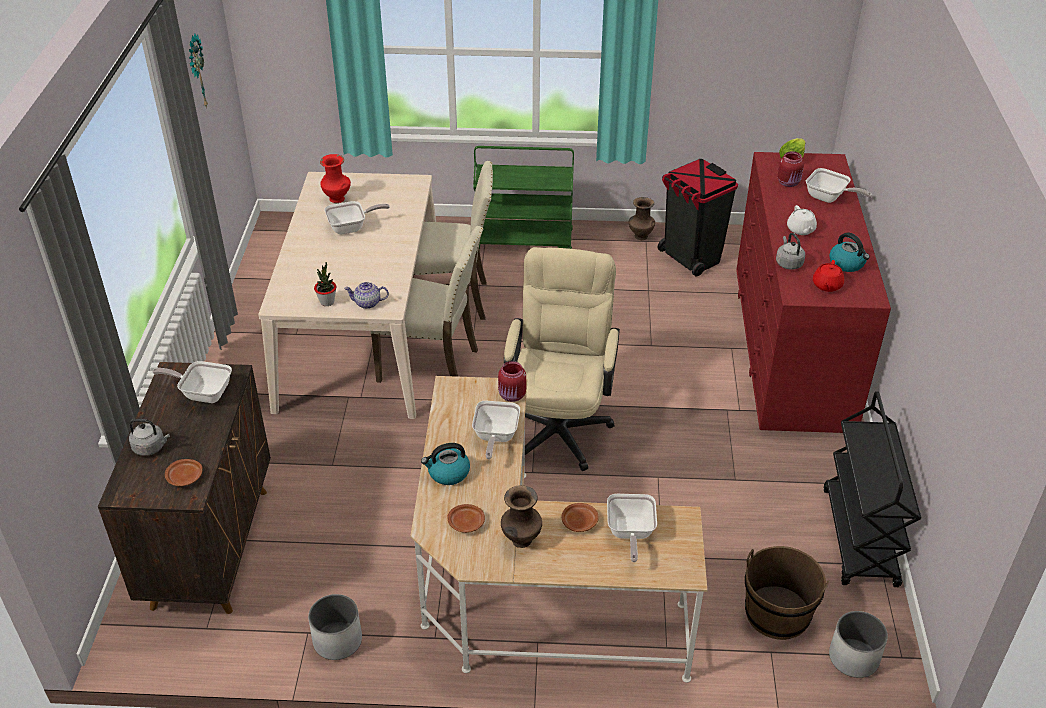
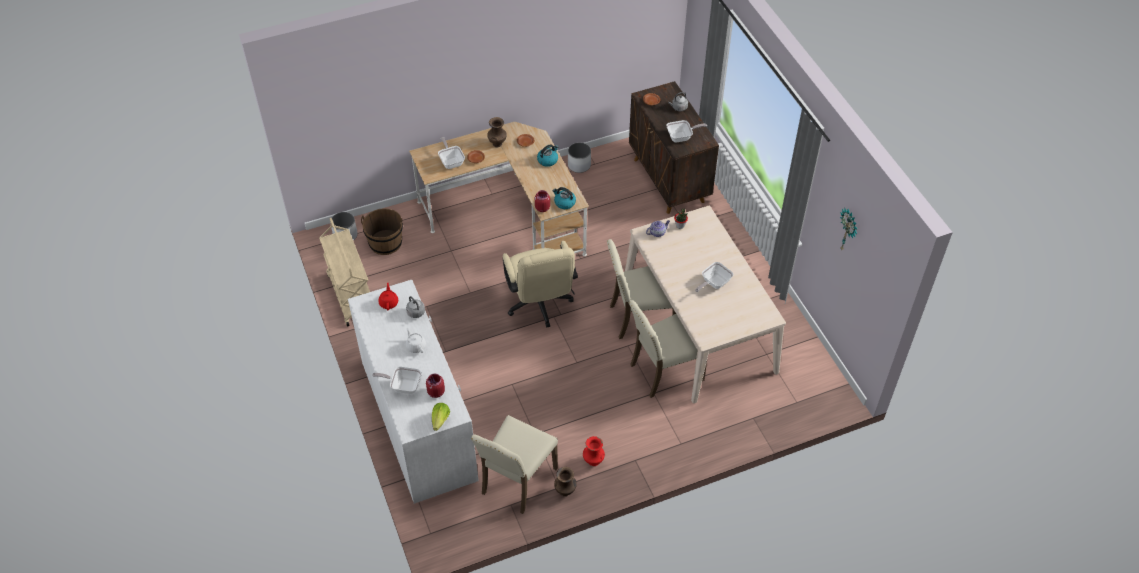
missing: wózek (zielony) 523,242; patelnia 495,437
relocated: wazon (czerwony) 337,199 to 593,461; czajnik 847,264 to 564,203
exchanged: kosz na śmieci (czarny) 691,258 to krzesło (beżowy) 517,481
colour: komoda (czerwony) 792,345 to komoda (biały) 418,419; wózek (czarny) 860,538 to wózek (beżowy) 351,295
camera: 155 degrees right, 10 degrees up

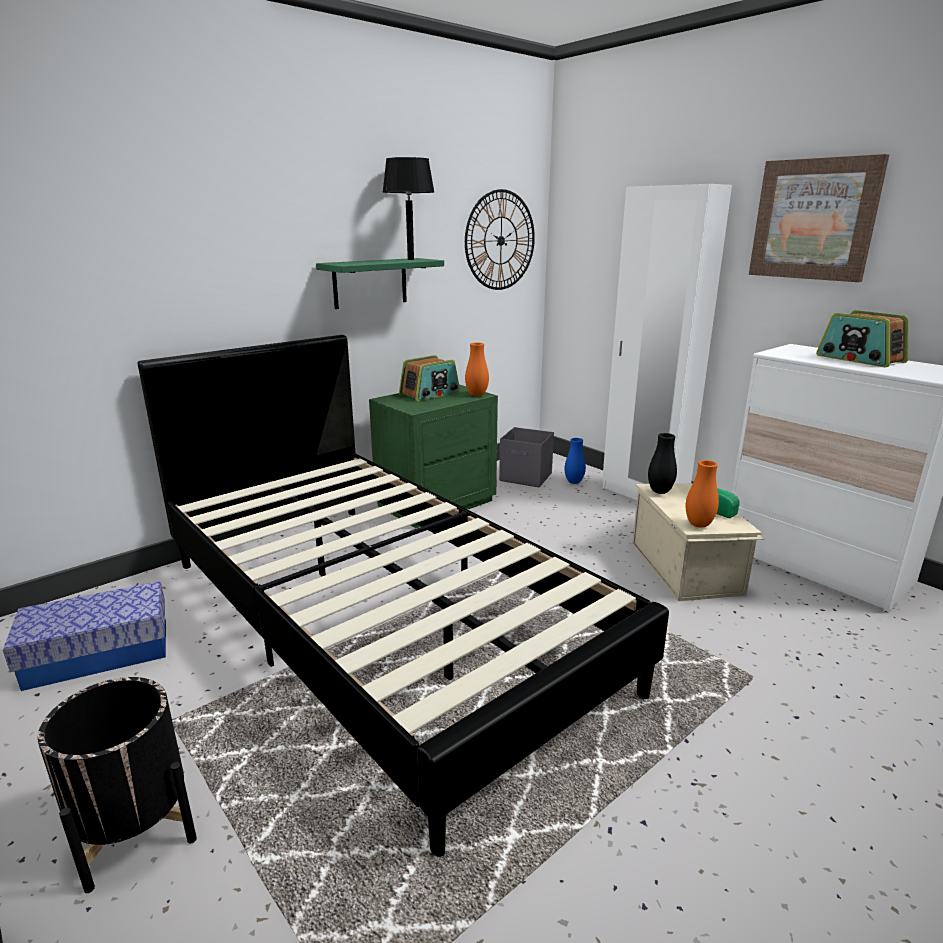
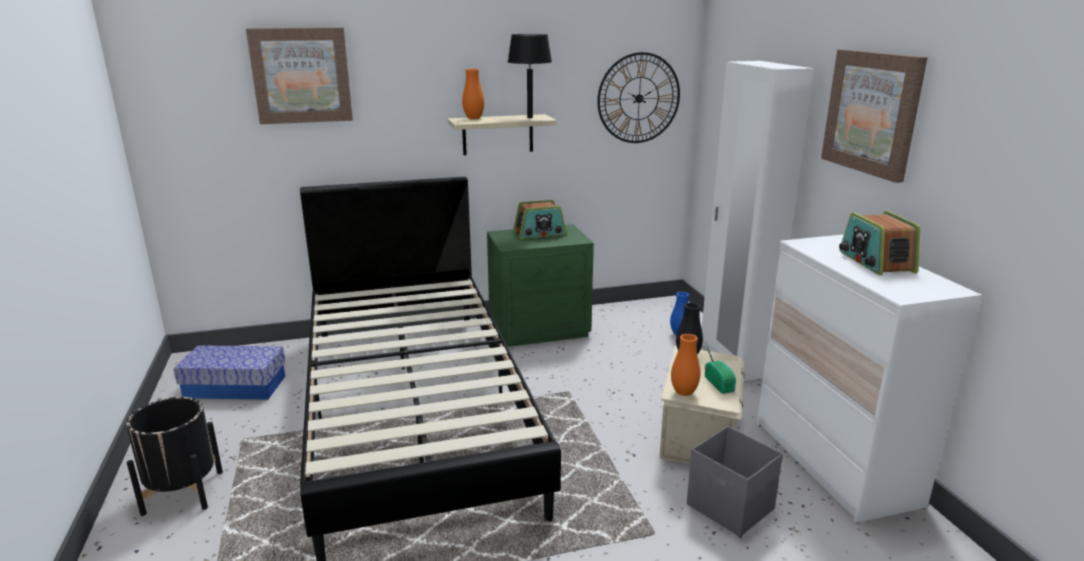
appeared: obraz 301,75
relocated: wazon (pomarańczowy) 476,395 to 473,118; pojemnik do przechowywania (szary) 526,477 to 730,508
colour: półka (zielony) 370,283 to półka (beżowy) 497,134
camera: 25 degrees right, 0 degrees up

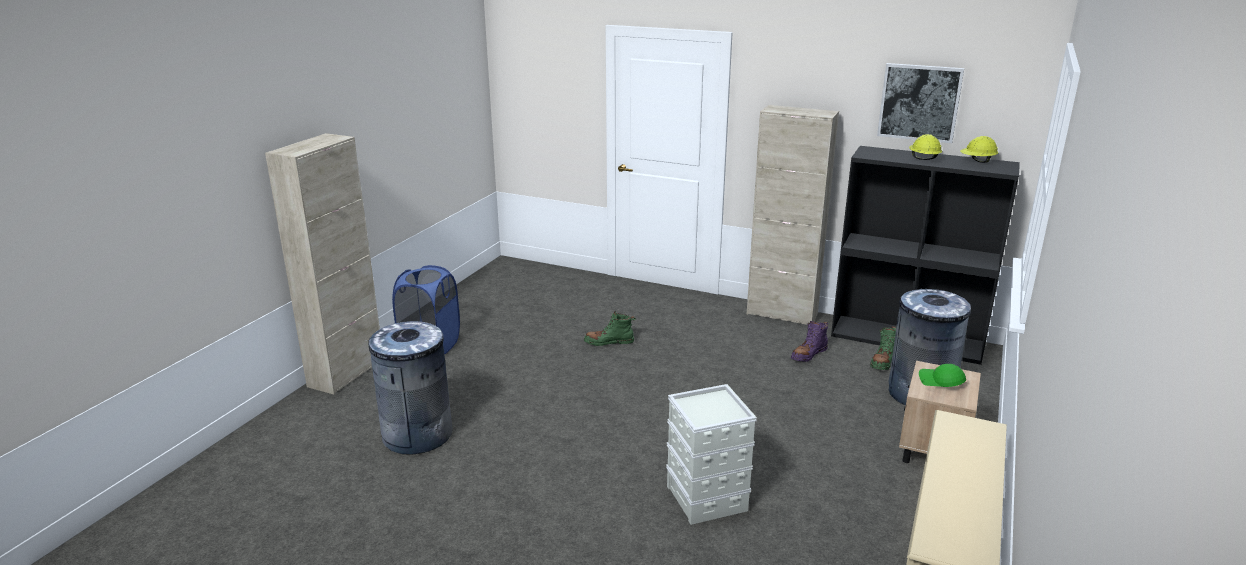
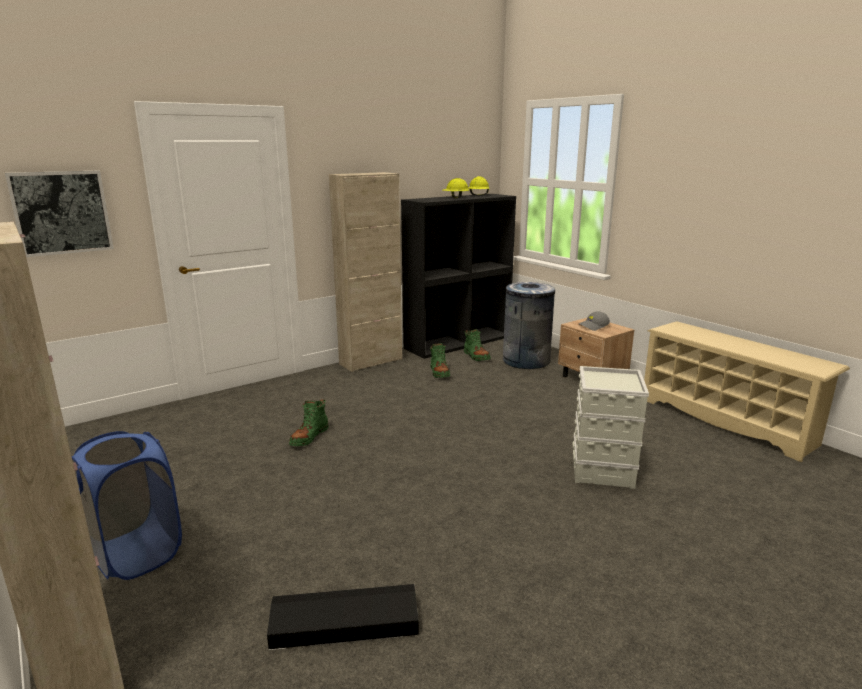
relocated: obraz 919,102 to 61,212
exchanged: kosz na śmieci (szary) 417,435 to pojemnik do przechowywania (czarny) 344,623
colour: but z cholewką (fioletowy) 808,354 to but z cholewką (zielony) 439,372; czapka z daszkiem (zielony) 940,382 to czapka z daszkiem (szary) 593,326
camera: 60 degrees left, 5 degrees down

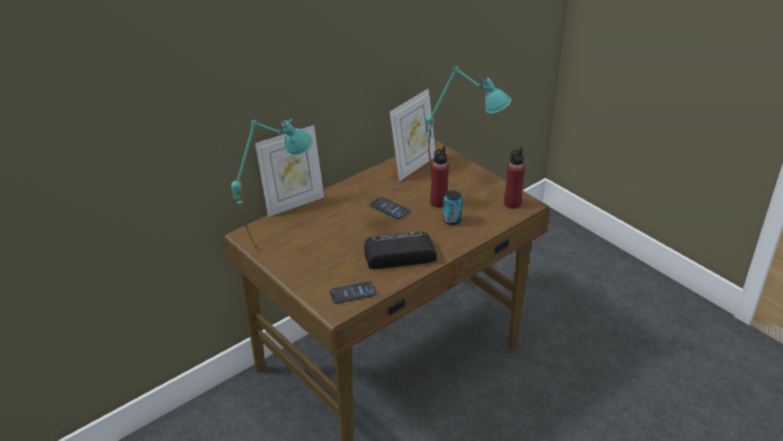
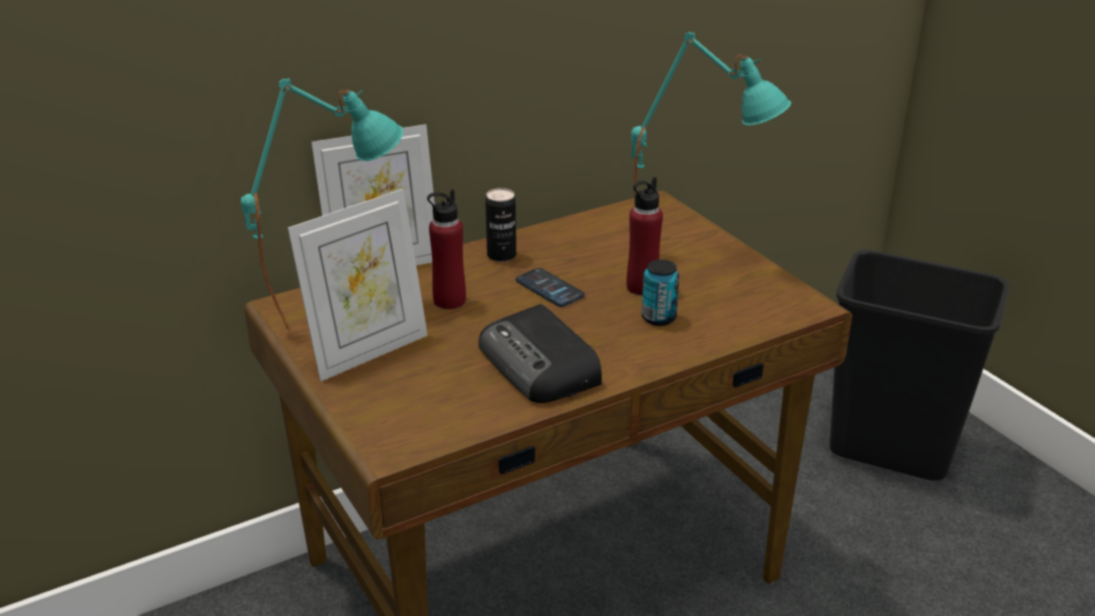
missing: telefon 353,293
appeared: puszka 501,255; kosz na śmieci (czarny) 892,449
relocated: ramka na zdjęcie 413,166 to 368,352; butelka (czerwony) 512,203 to 449,300
spun: radio 398,255 = 540,365 120 degrees counterclockwise
camera: 10 degrees right, 5 degrees down

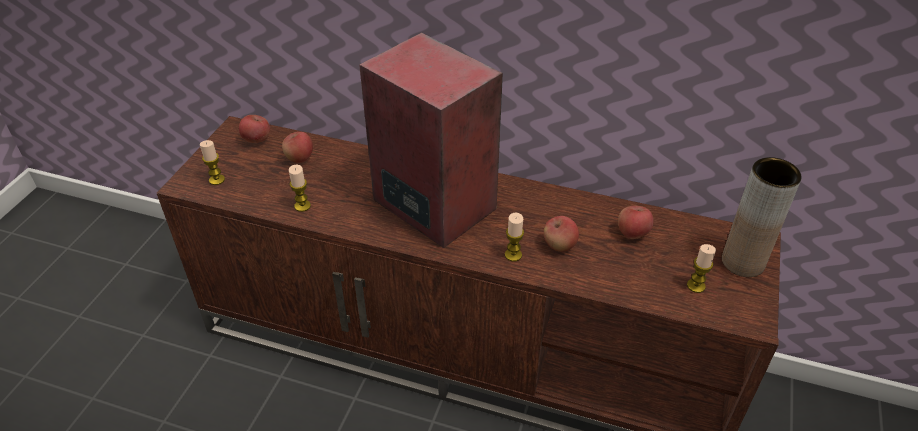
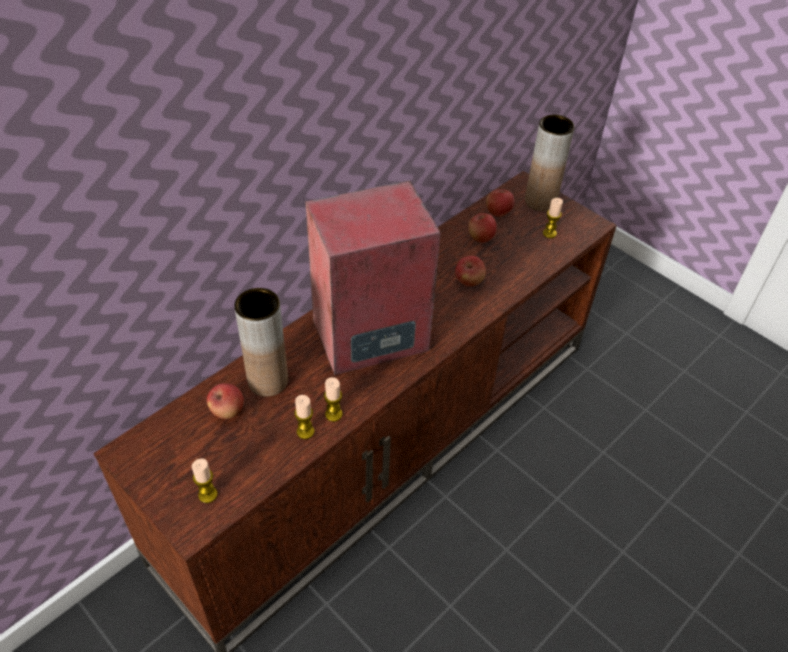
appeared: wazon (brązowy) 268,381
relocated: jabłko 257,140 to 498,212; świeca 513,255 to 333,414
camera: 65 degrees left, 5 degrees up

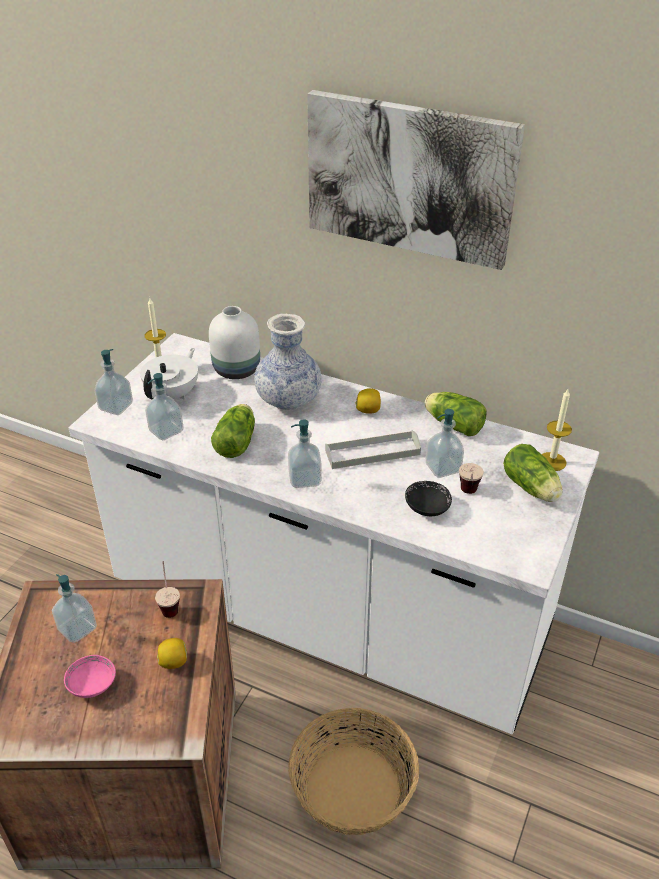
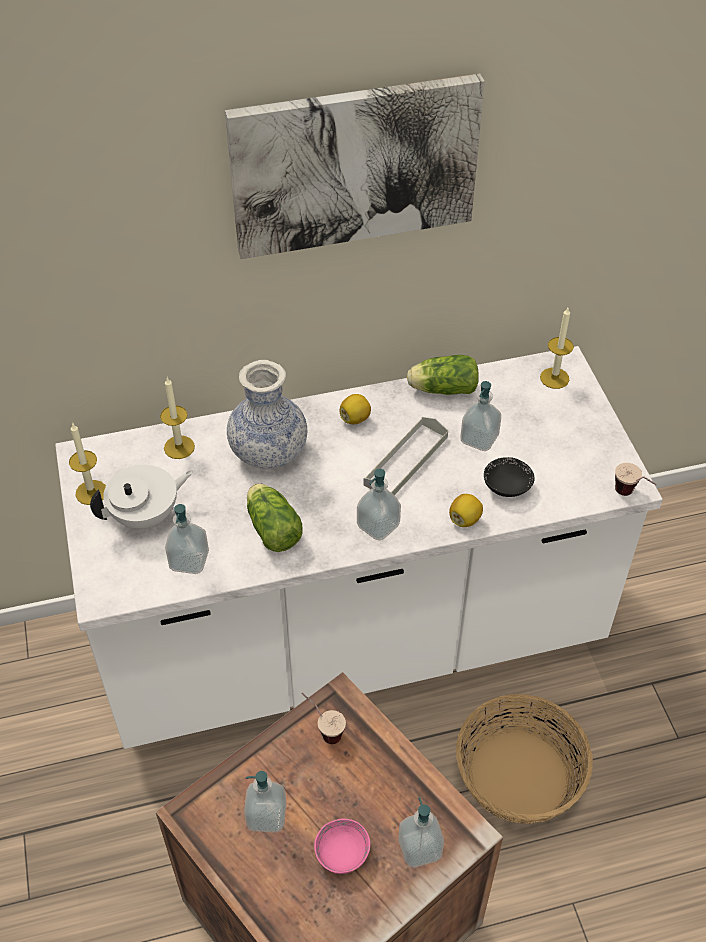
missing: sałata 532,489
relocated: dozownik mydła 116,407 to 420,848; filiżanka 468,495 to 631,496; cytryna 174,662 to 465,519
exchanged: wazon (biały) 238,369 to świeca 179,447
spun: imbryk (biały) 173,394 = 146,516 75 degrees clockwise
camera: 40 degrees left, 10 degrees up

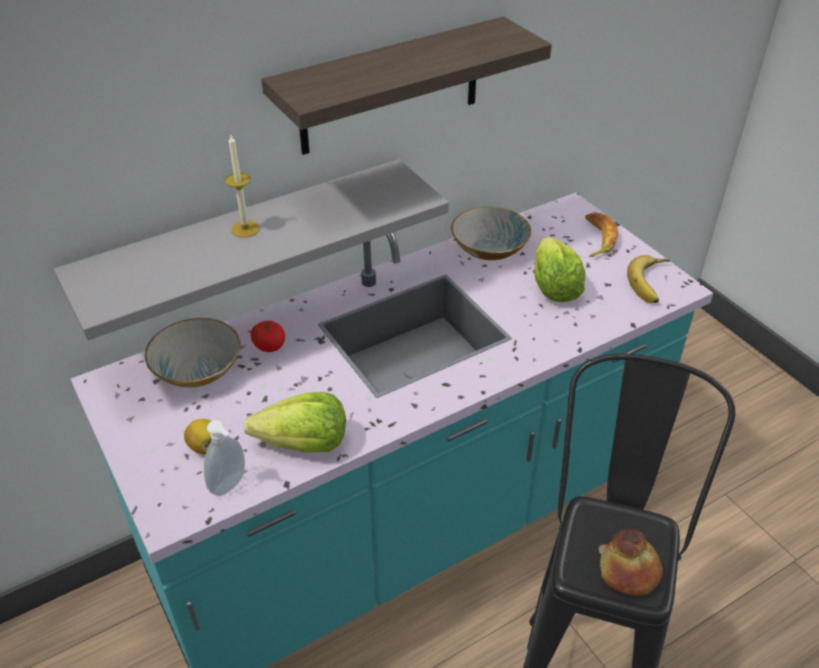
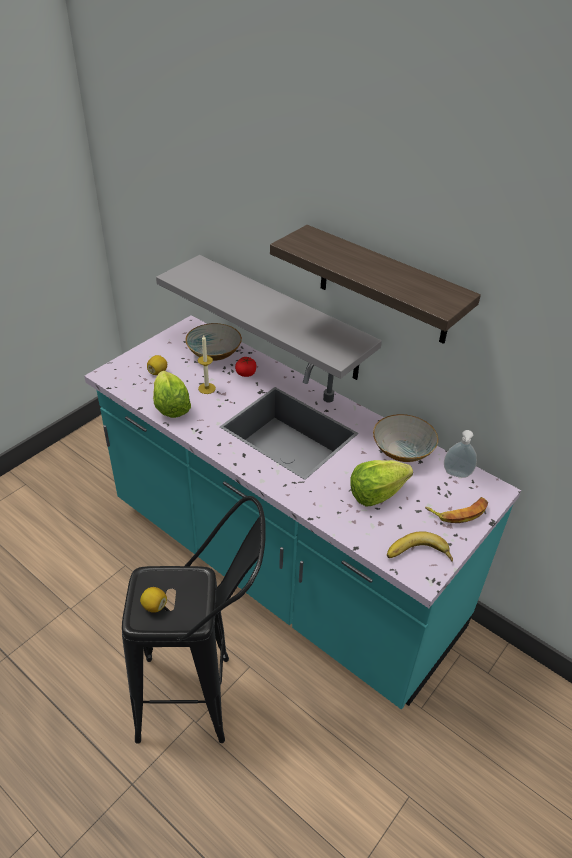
relocated: świeca 245,229 to 207,388; dozownik mydła 230,486 to 456,475
exchanged: chleb 628,571 to cytryna 154,606
camera: 70 degrees right, 0 degrees up

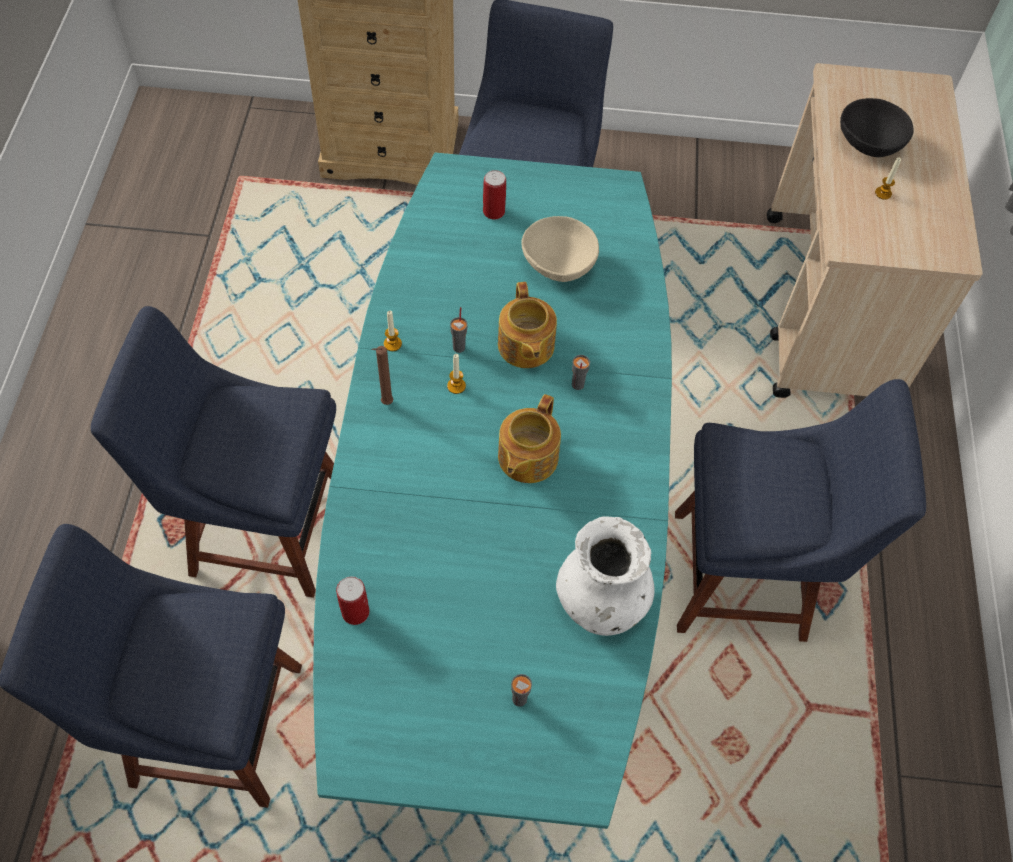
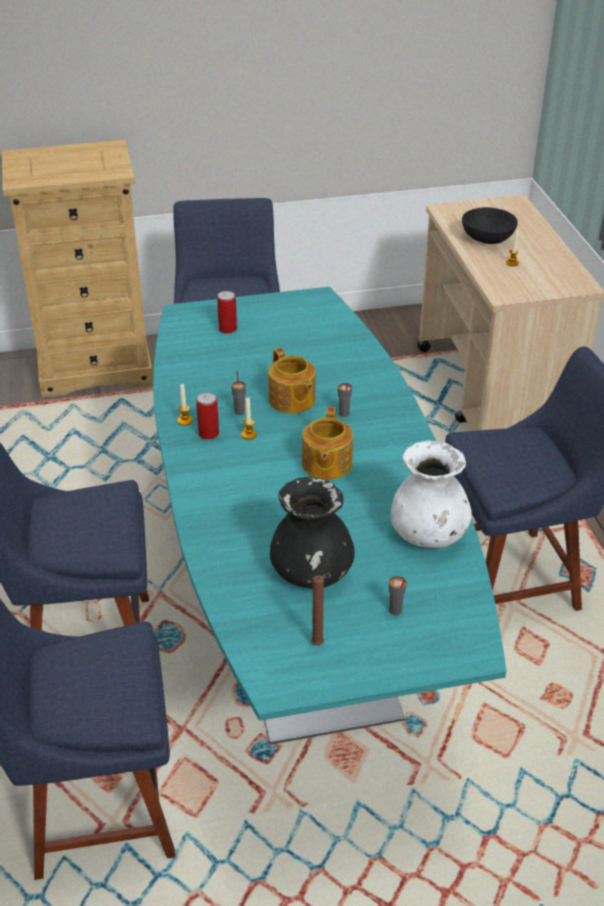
missing: miska (beżowy) 559,266
appeared: wazon (czarny) 312,574
relocated: świeca (brązowy) 385,403 to 316,646; puszka 355,612 to 208,434
camera: 15 degrees left, 20 degrees down

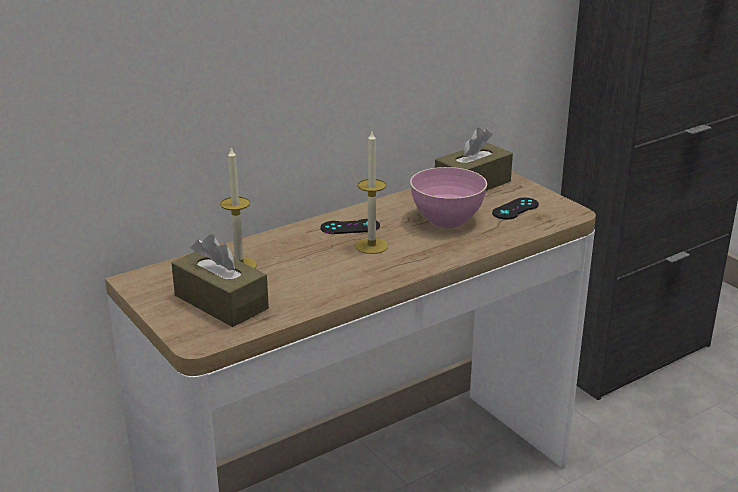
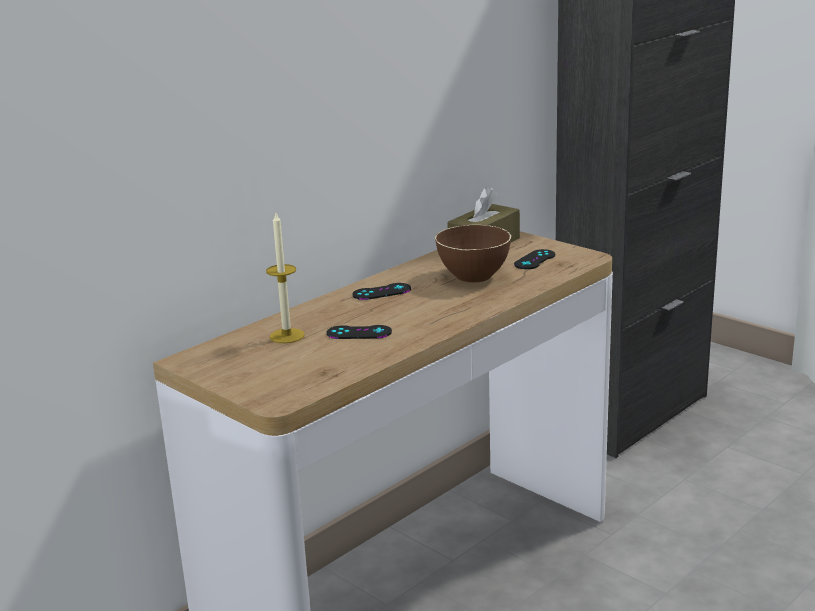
missing: świeca 371,246; pudełko chusteczek (brązowy) 221,302
appeared: pad do gier (czarny) 359,333
colour: miska (różowy) 447,220 to miska (brązowy) 473,276
camera: 10 degrees left, 5 degrees down

